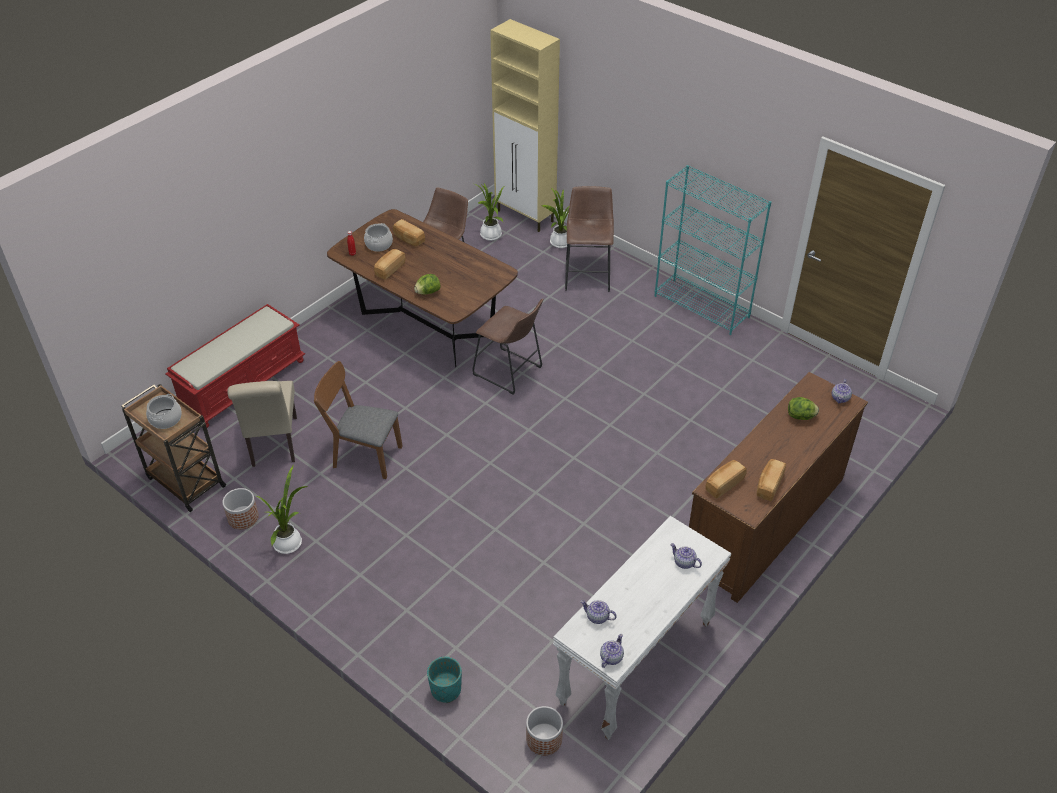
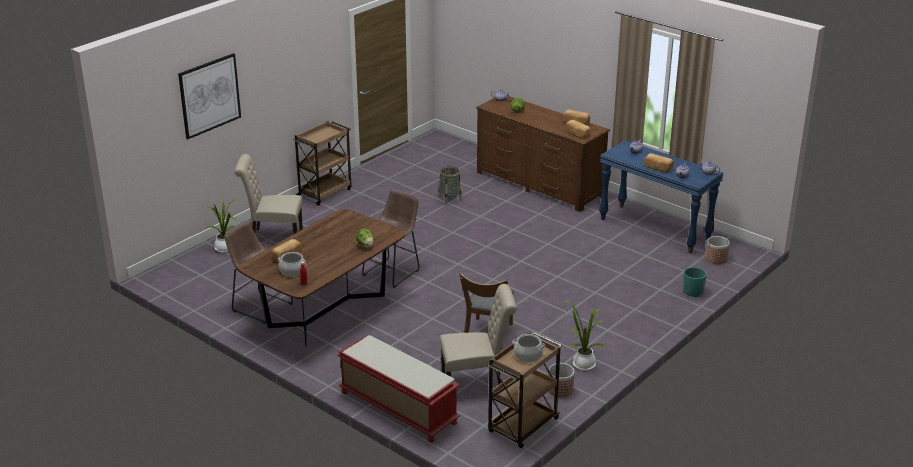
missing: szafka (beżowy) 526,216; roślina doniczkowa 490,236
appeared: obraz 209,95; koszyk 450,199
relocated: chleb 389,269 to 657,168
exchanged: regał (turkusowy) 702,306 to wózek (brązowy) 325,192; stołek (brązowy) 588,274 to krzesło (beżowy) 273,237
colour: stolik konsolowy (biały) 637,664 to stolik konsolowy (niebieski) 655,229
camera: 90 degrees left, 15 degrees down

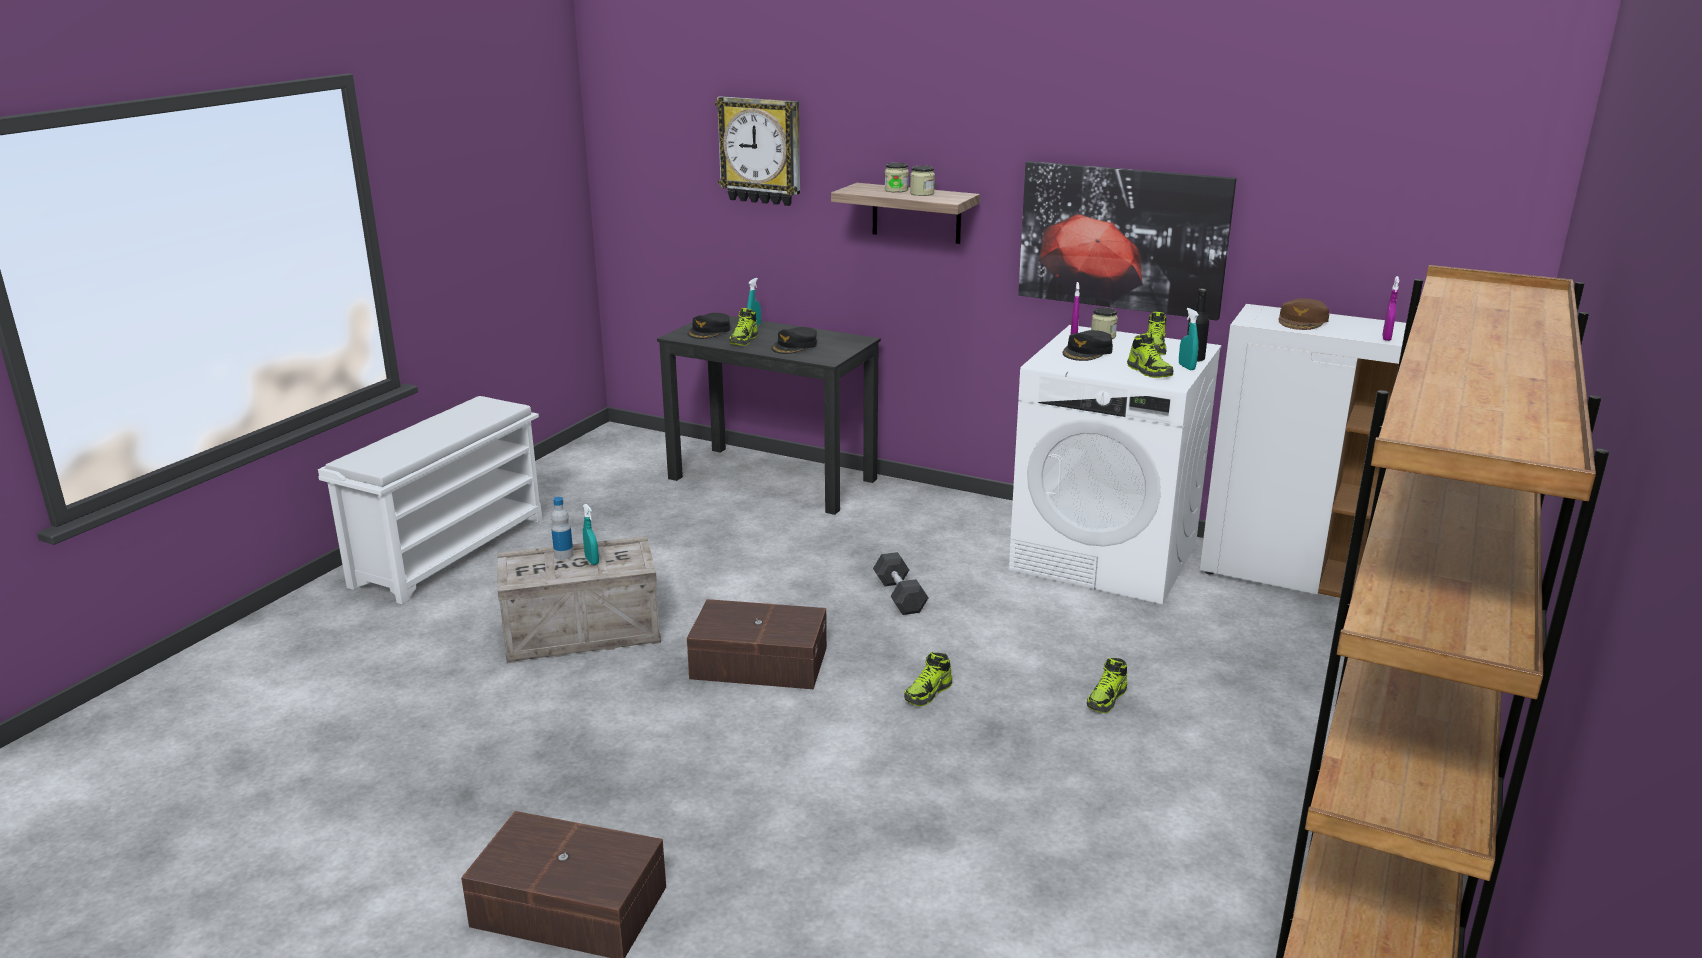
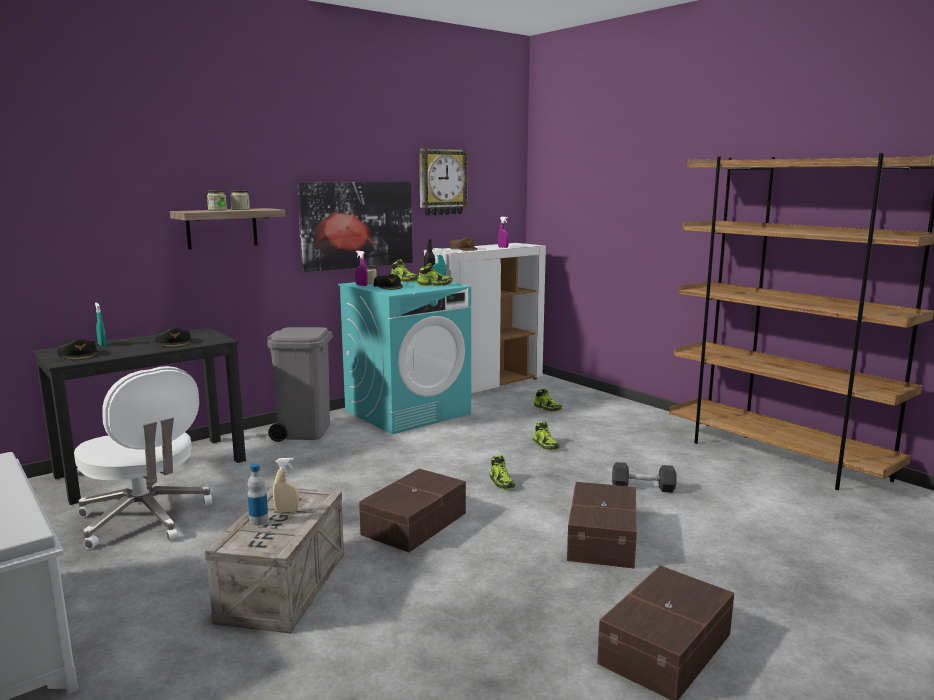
appeared: kosz na śmieci (szary) 304,431; krzesło biurowe (biały) 145,519; pojemnik do przechowywania (brązowy) 604,538
relocated: zegar ścienny 761,151 to 442,182; but 744,340 to 547,408; hantel (szary) 899,596 to 643,487
colour: pralka (biały) 1105,557 to pralka (turkusowy) 408,412; spryskiwacz (turkusowy) 592,561 to spryskiwacz (beżowy) 287,511
camera: 65 degrees left, 10 degrees down

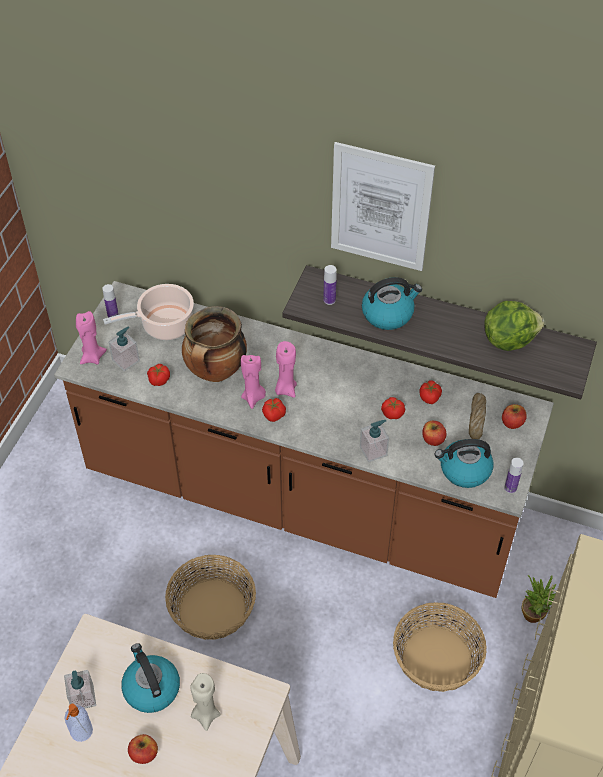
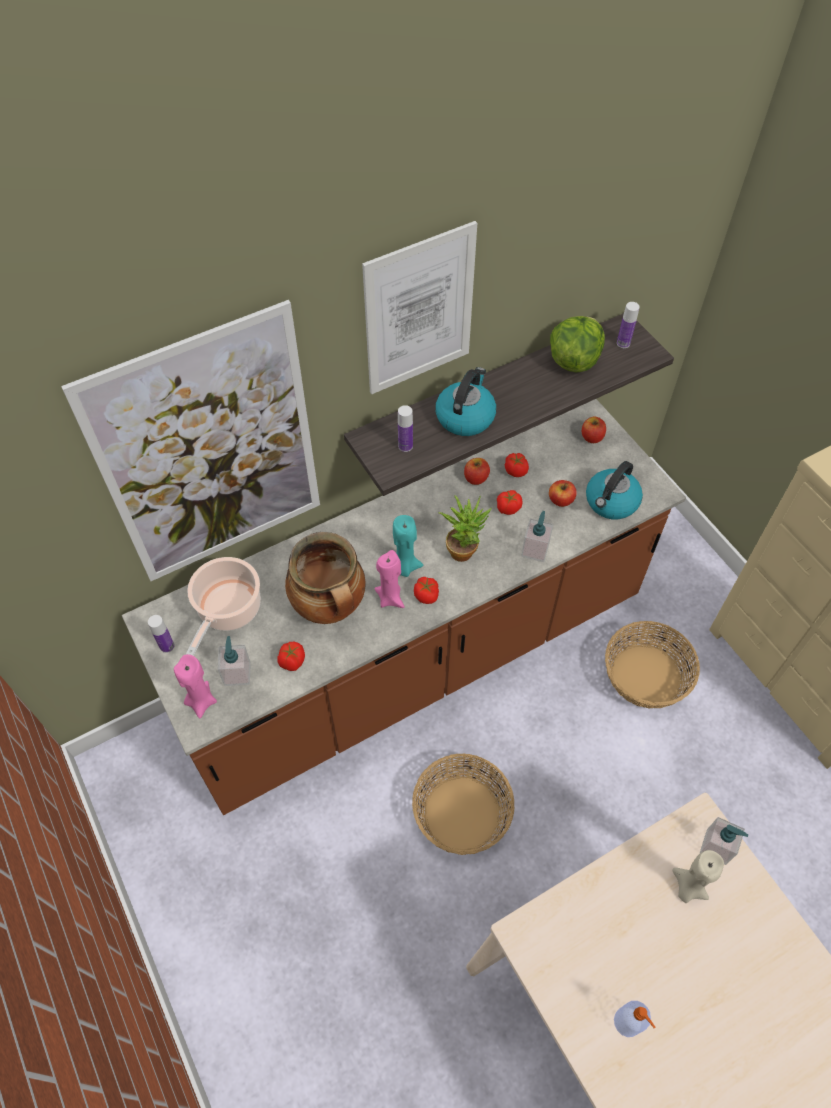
missing: chleb 476,419; czajnik 151,688
appeared: obraz 211,453
relocated: butelka 510,488 to 623,343; roślina doniczkowa 536,614 to 464,548; dozownik mydła 83,698 to 716,847; jabłko 144,753 to 476,478
colour: świeca (różowy) 285,389 to świeca (turkusowy) 405,566
camera: 50 degrees left, 5 degrees up

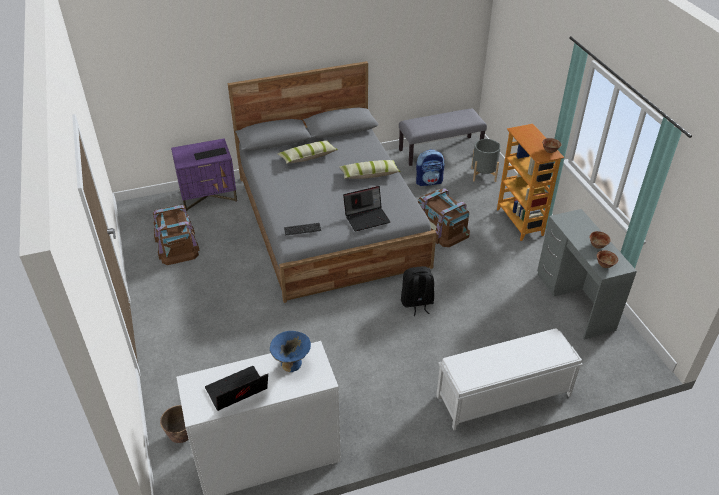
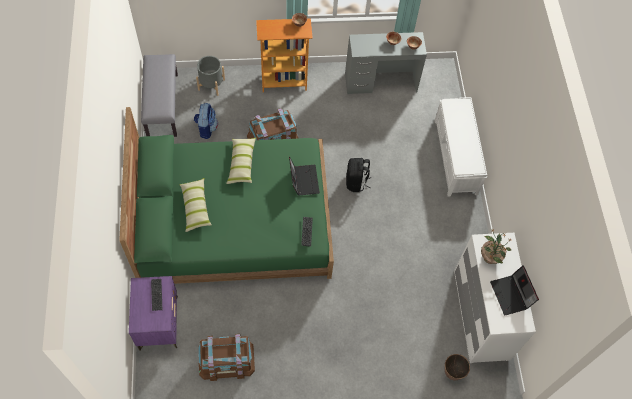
exchanged: miska (niebieski) 291,363 to roślina doniczkowa 490,256
colour: łóżko (szary) 330,220 to łóżko (zielony) 234,221
camera: 80 degrees left, 20 degrees up

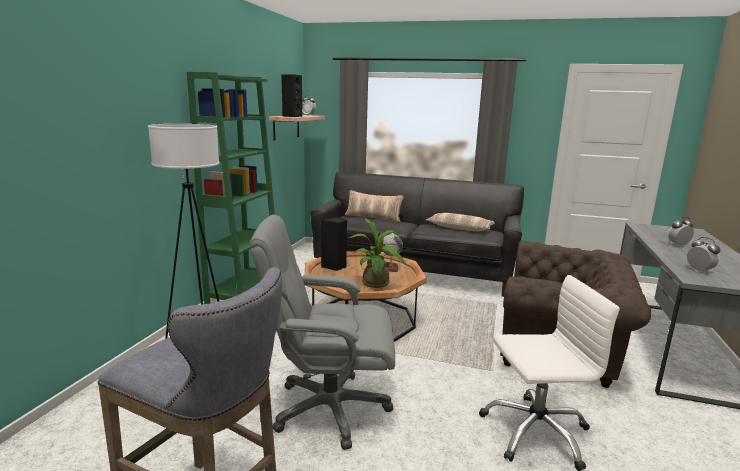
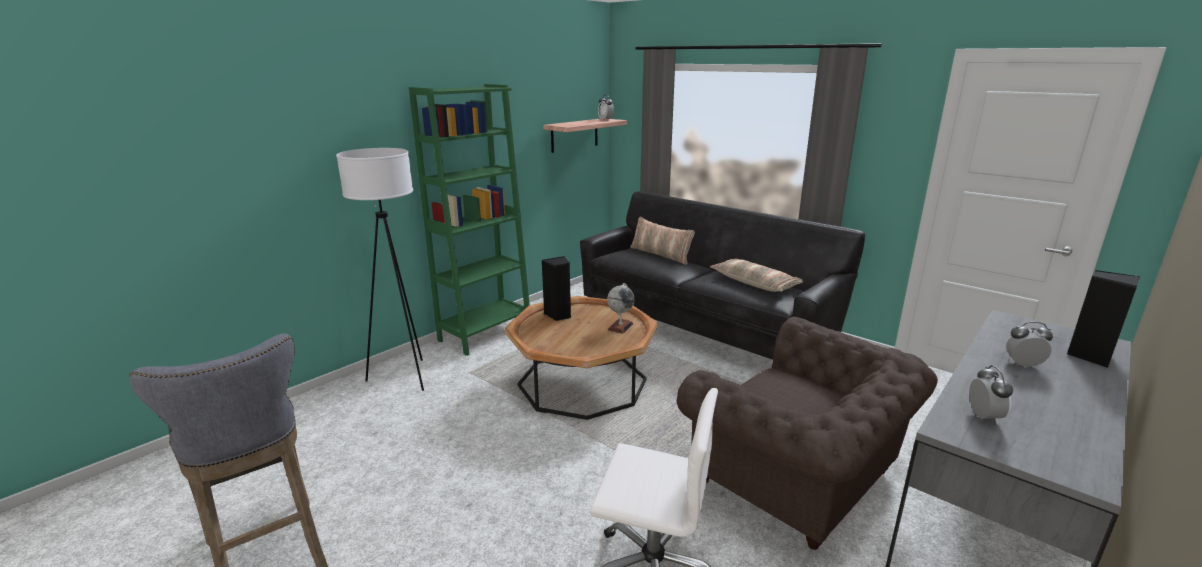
missing: krzesło biurowe (szary) 329,408; roślina doniczkowa 376,285
relocated: głośnik (czarny) 292,116 to 1089,356
camera: 25 degrees right, 5 degrees up

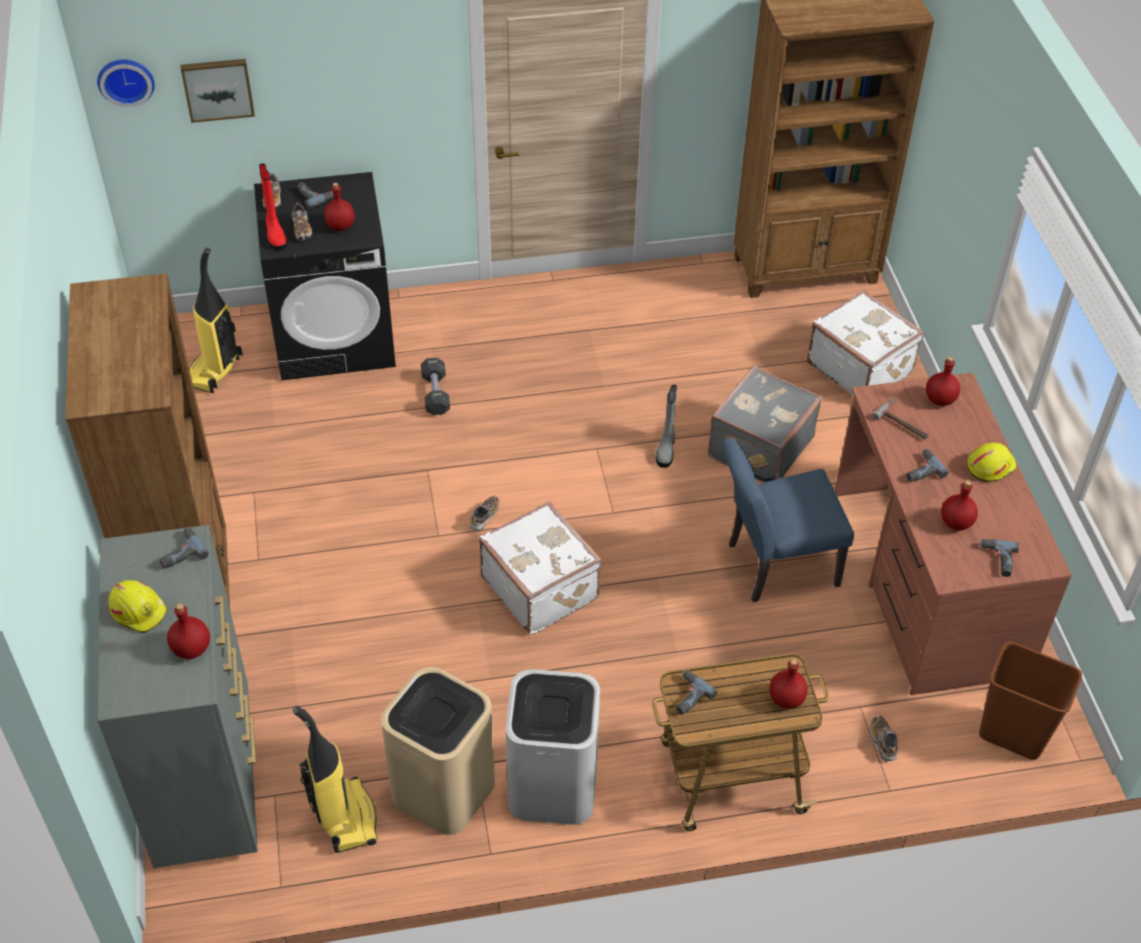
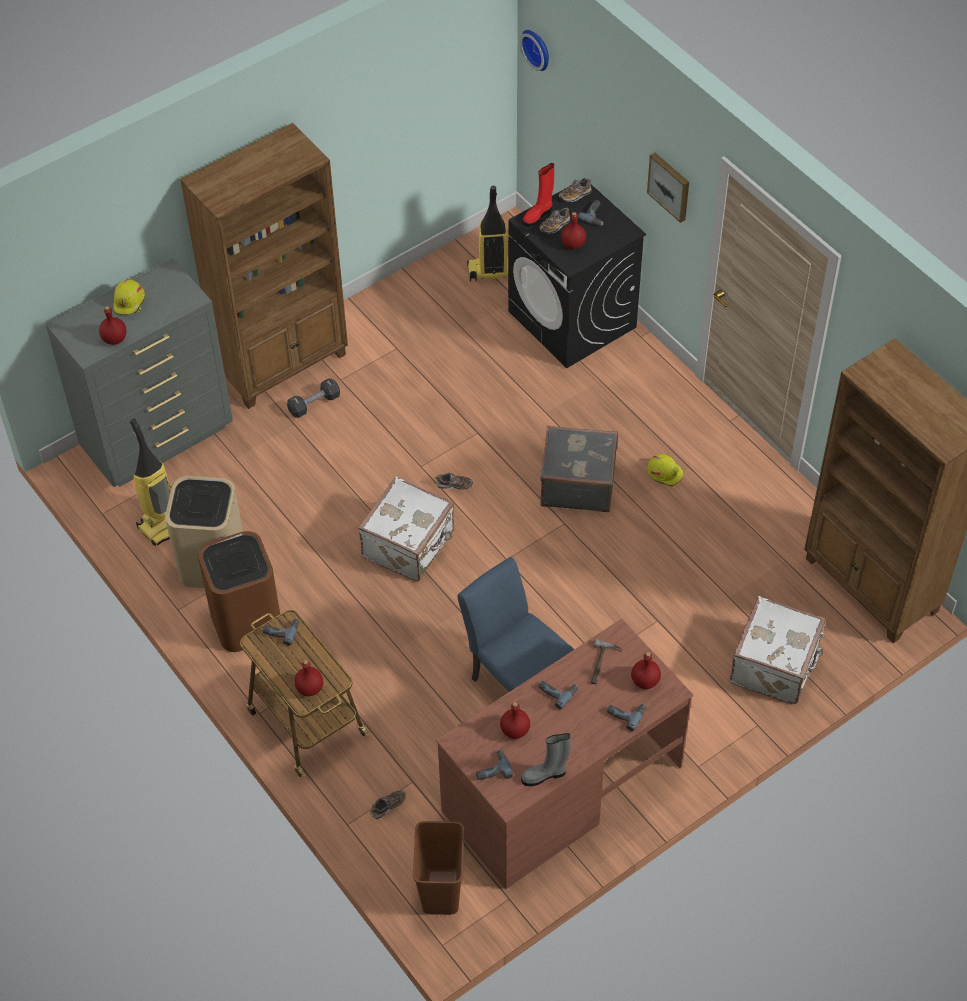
relocated: obraz 218,88 to 670,186; hantel (czarny) 435,394 to 314,404; walizka (szary) 758,447 to 577,483; but z cholewką (szary) 666,449 to 545,775; kask (żółty) 990,465 to 665,472; wiertarka 180,552 to 626,713
colour: kosz na śmieci (biały) 552,786 to kosz na śmieci (brązowy) 245,621
camera: 65 degrees right, 5 degrees up

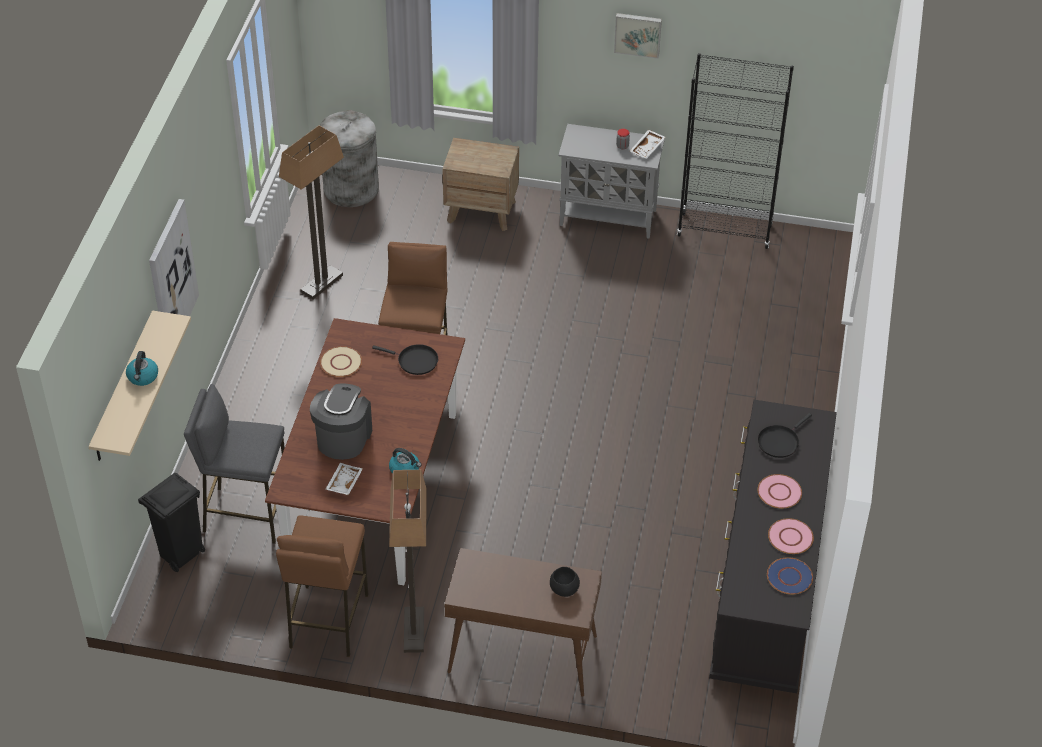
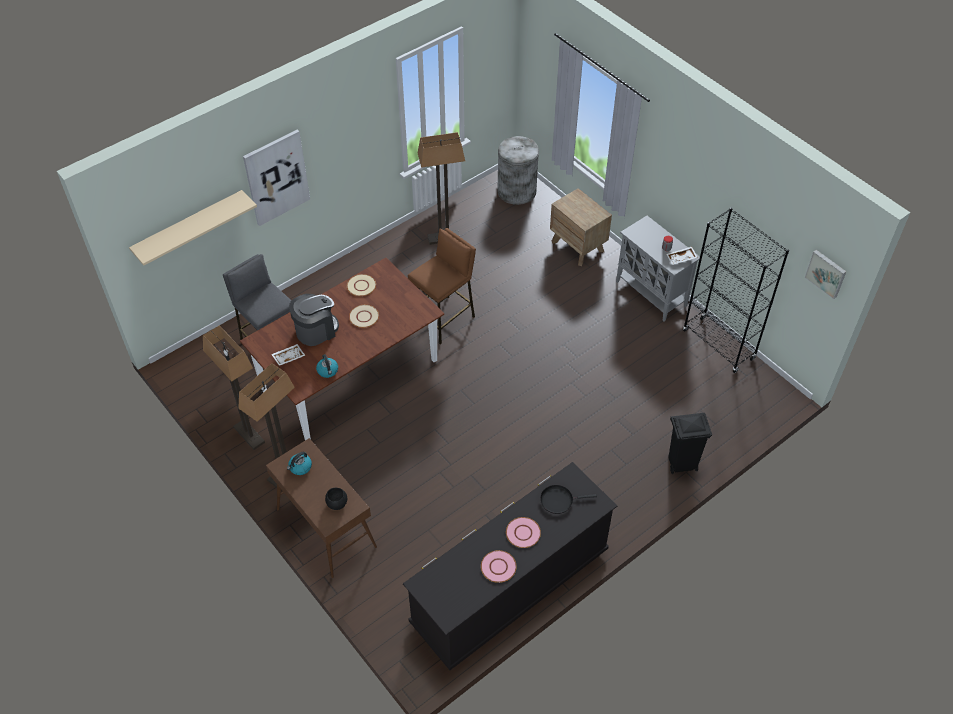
missing: patelnia (czarny) 415,361; talerz (niebieski) 790,577
appeared: talerz (beżowy) 364,316
relocated: obraz 638,34 to 826,273; czajnik 143,377 to 300,467; kosz na śmieci (czarny) 181,555 to 681,464
exchanged: stołek (brązowy) 327,621 to lampa stojąca 249,435
camera: 40 degrees right, 5 degrees up

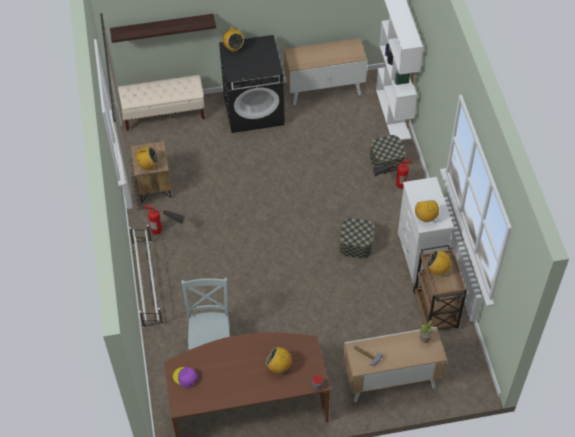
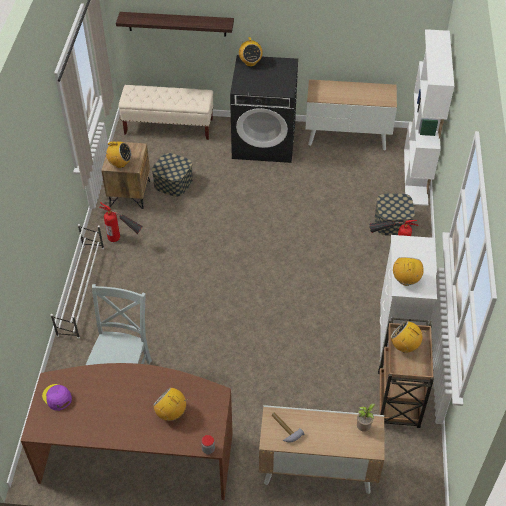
relocated: pojemnik do przechowywania 356,244 to 173,182
camera: 15 degrees right, 5 degrees down

